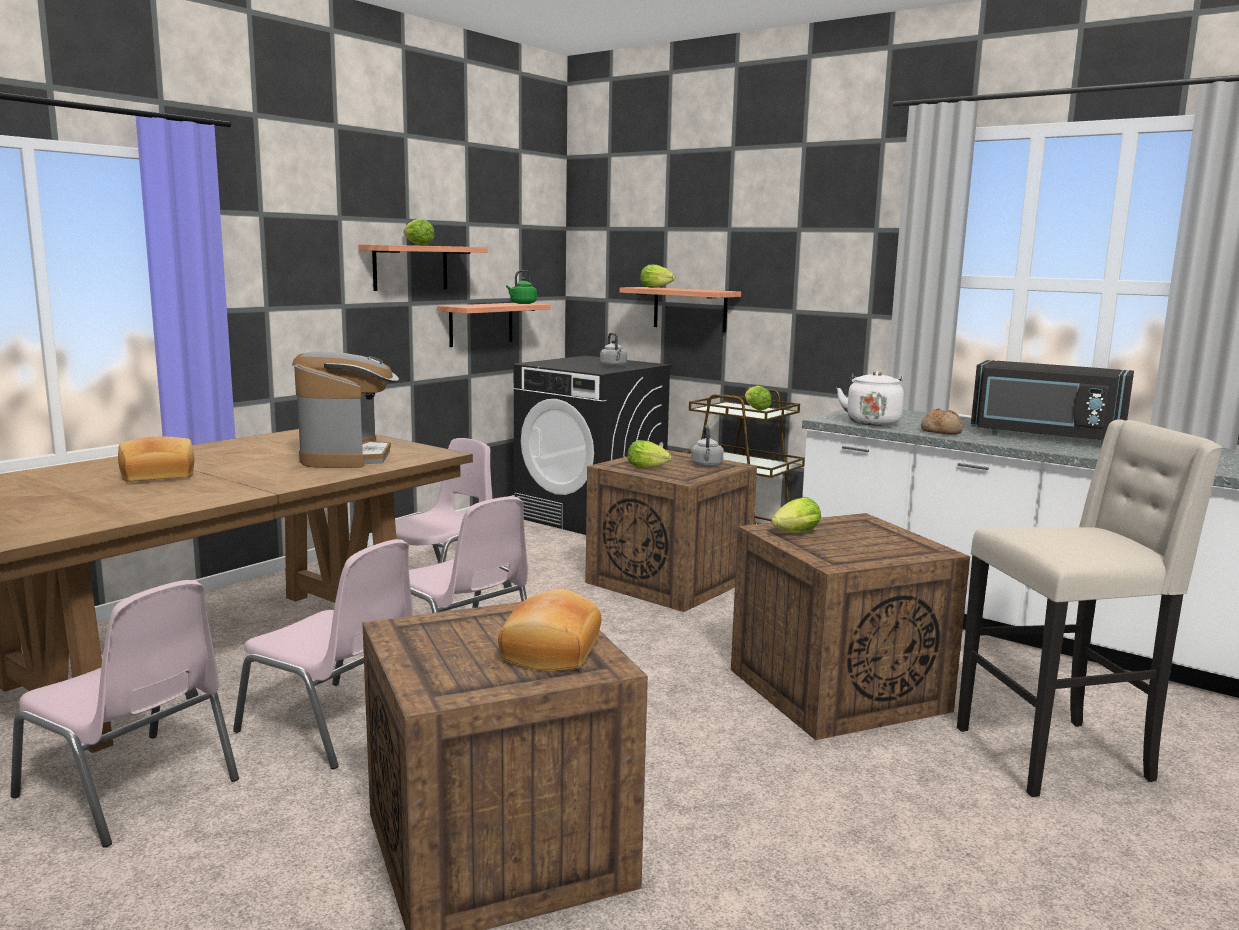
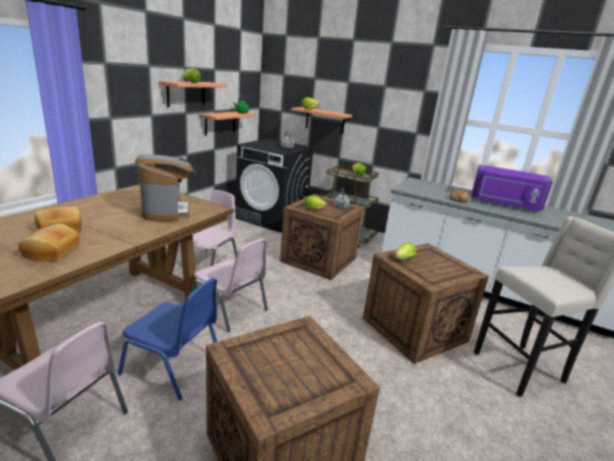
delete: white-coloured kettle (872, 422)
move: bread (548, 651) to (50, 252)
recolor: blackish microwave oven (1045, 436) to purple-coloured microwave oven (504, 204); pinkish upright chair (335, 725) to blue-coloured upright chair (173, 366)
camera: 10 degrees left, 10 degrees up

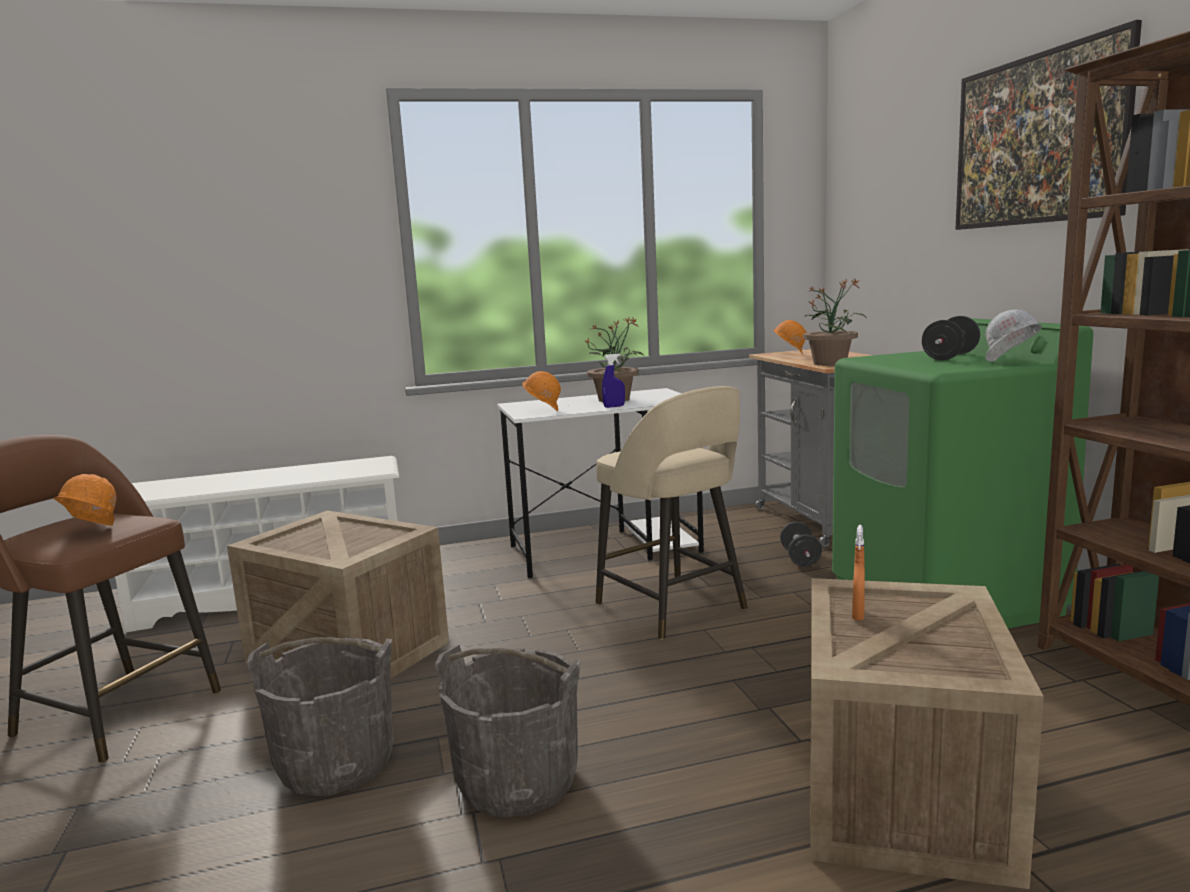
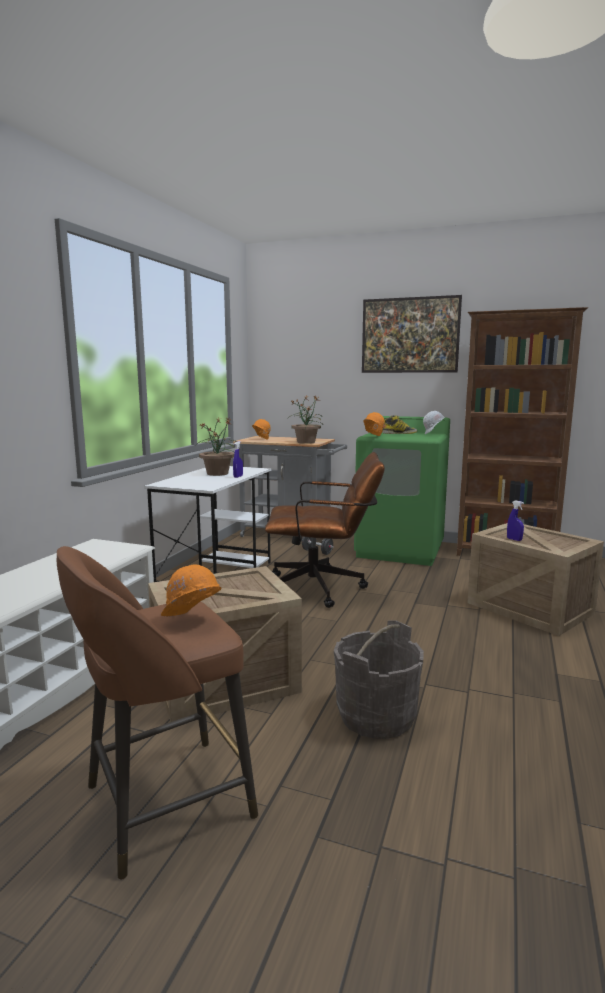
delete: greyish pail (517, 780)
move: orangey hard hat (543, 411) to (372, 436)
replace: blackish free weight (950, 357) to boot (399, 433); beige stool seat (673, 607) to brownish office chair (323, 588)
recolor: orangey spray bottle (858, 615) to blue-coloured spray bottle (514, 539)
camera: 55 degrees left, 0 degrees up

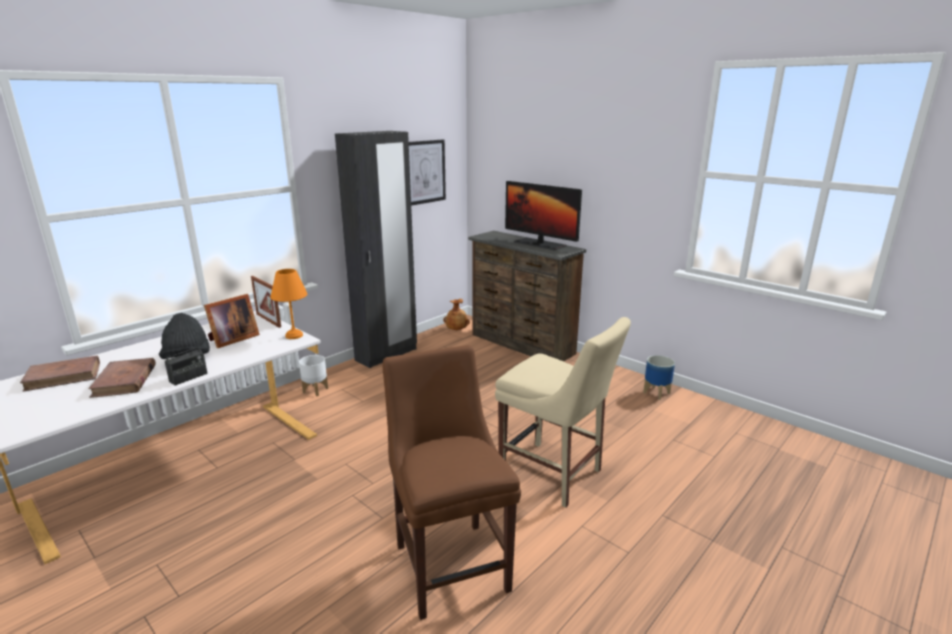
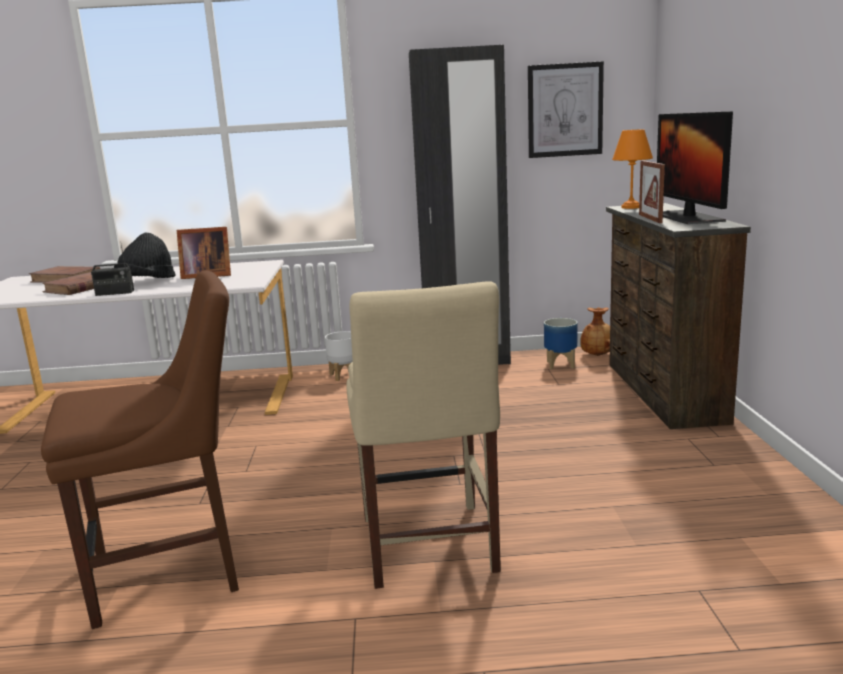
move: orangey table lamp (295, 335) to (632, 207); photo frame (268, 320) to (650, 218); flower pot (656, 393) to (560, 365)
rotate: brownish upright chair (450, 562) = (175, 572) 45 degrees clockwise
camera: 45 degrees right, 5 degrees down

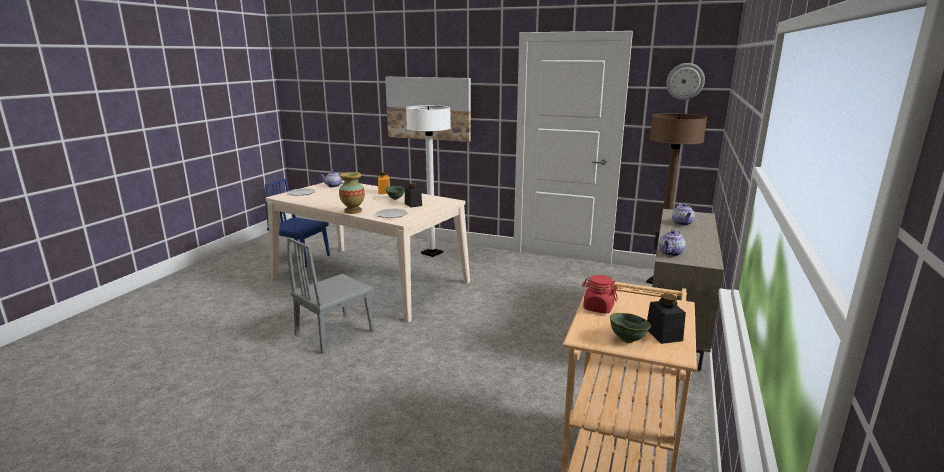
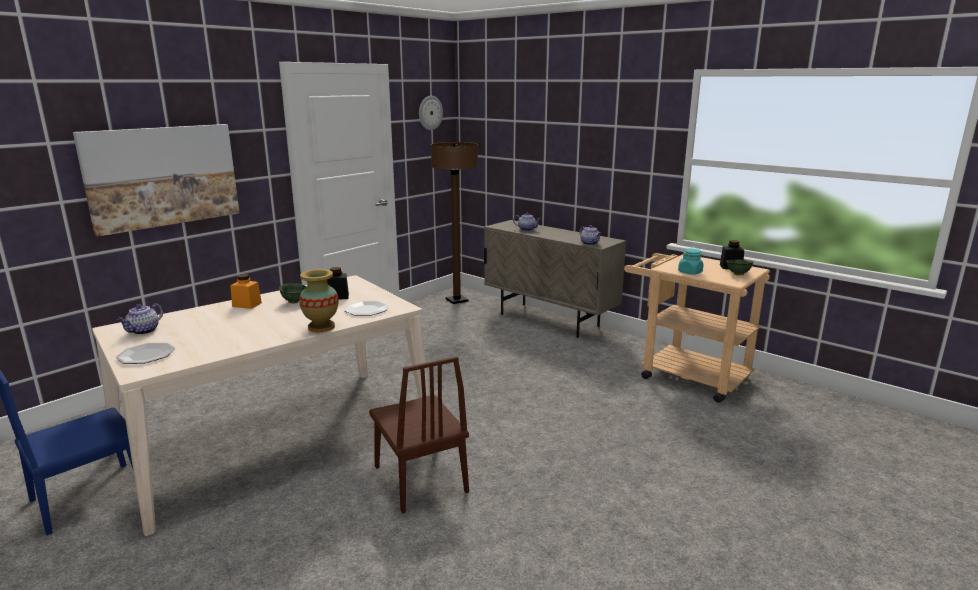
delete: white-coloured standard lamp (432, 253)
recolor: greyish upright chair (335, 333) to brownish upright chair (420, 479); reddish jar (598, 308) to blue-green jar (690, 272)
camera: 70 degrees left, 0 degrees up

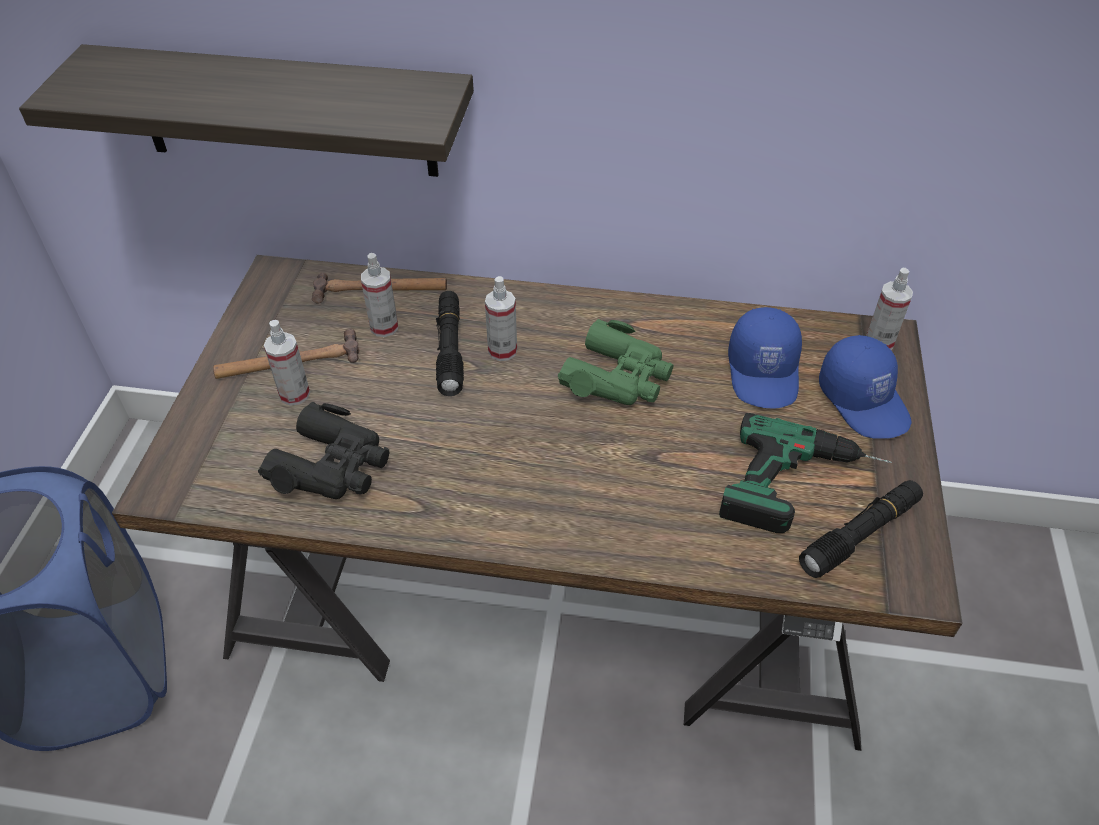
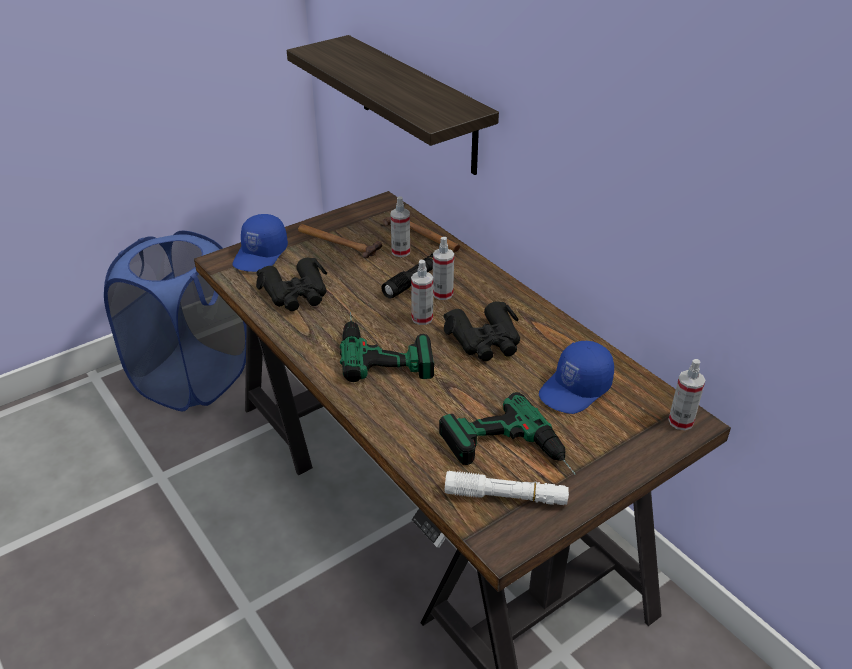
insert: power drill (384, 348)
move: spray bottle (294, 394) to (422, 318); blue-coloured cap (864, 400) to (261, 255)
recolor: greenish binoculars (618, 377) to blackish binoculars (485, 340); blackish torch (860, 535) to white-coloured torch (506, 497)
camera: 45 degrees right, 10 degrees down

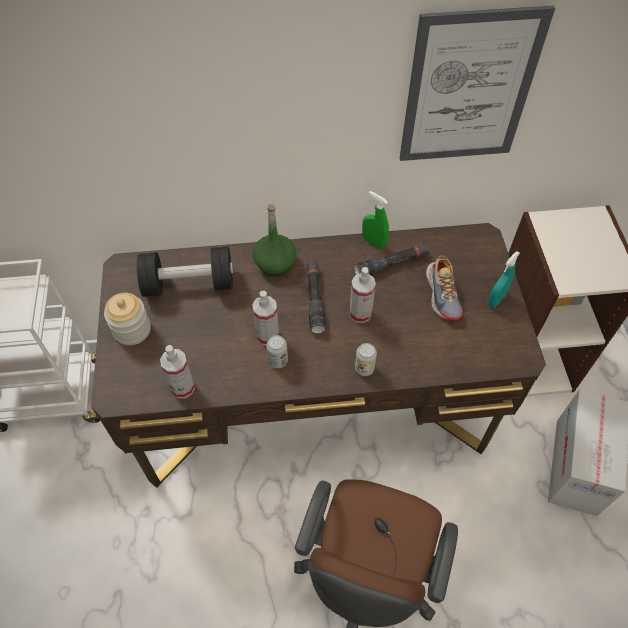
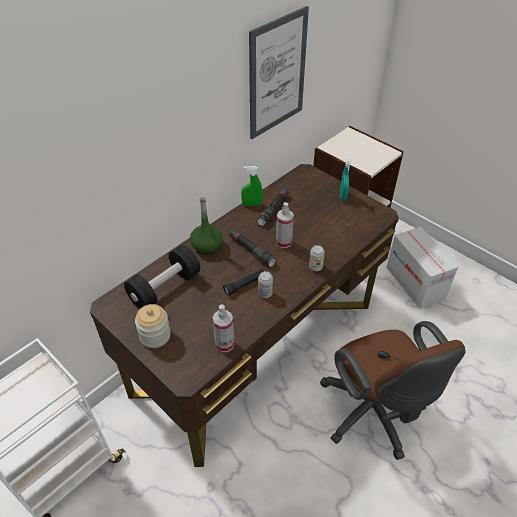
delete: low shoe (443, 294)
replace: spray bottle (267, 336) to blackish torch (245, 285)
camera: 40 degrees left, 10 degrees down

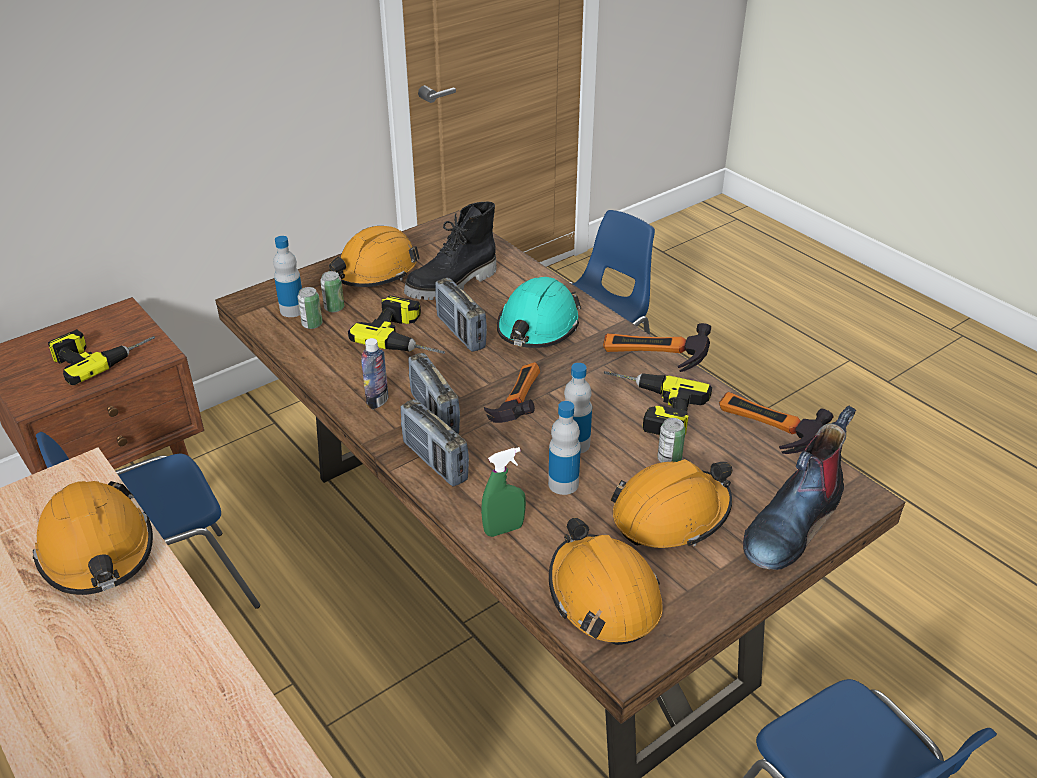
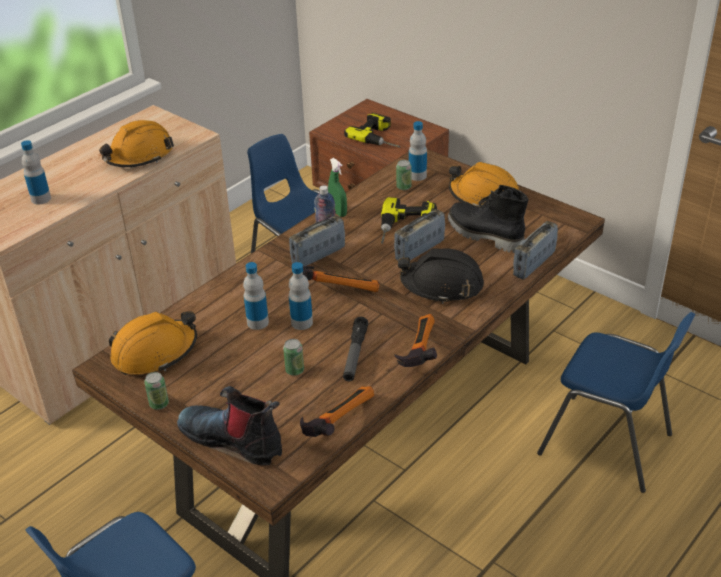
delete: orangey hard hat (671, 515)
insert: drink bottle (41, 199)
move: sealed can (334, 308) to (159, 404); radio set (435, 462) to (534, 264); greenish spray bottle (504, 529) to (338, 212)
replace: power drill (648, 407) to torch (355, 354)
recolor: blue-green hard hat (537, 327) to blackish hard hat (442, 285)
camera: 80 degrees right, 0 degrees up

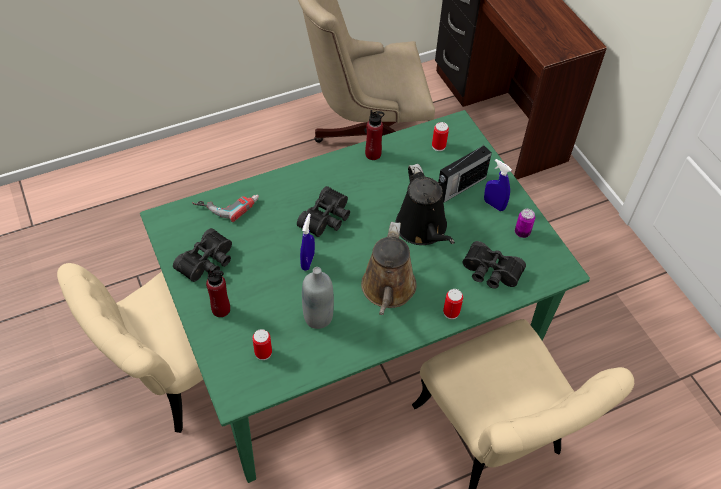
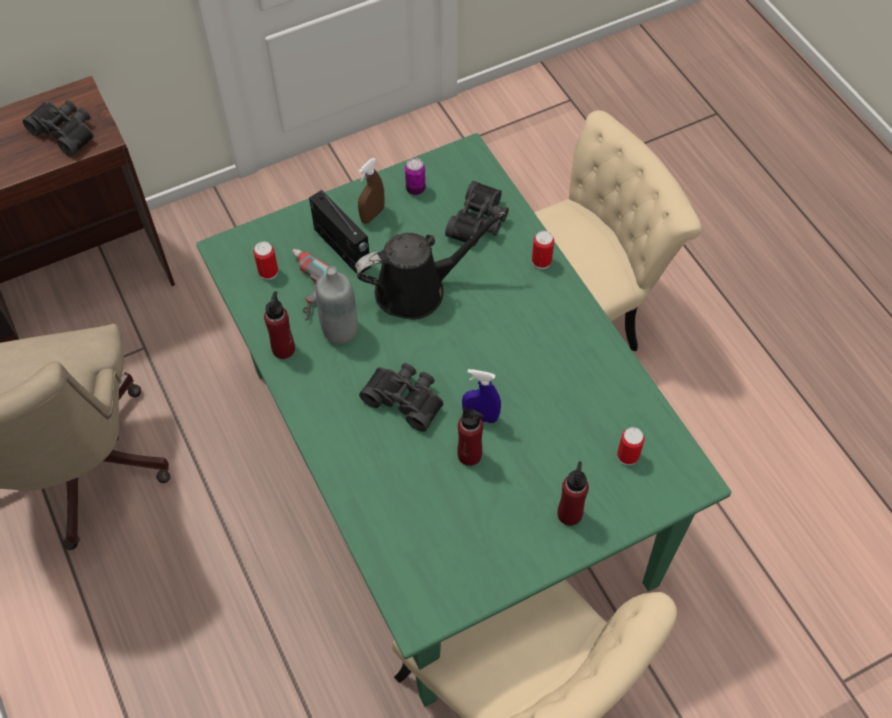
delete: brownish watering can (388, 290)
insert: reddish drink bottle (469, 455)
move: power drill (227, 203) to (301, 286); blackish binoculars (208, 263) to (66, 131); greyish drink bottle (318, 317) to (340, 330)
recolor: blue-coloured spray bottle (494, 205) to brownish spray bottle (372, 215)
camera: 90 degrees left, 5 degrees up

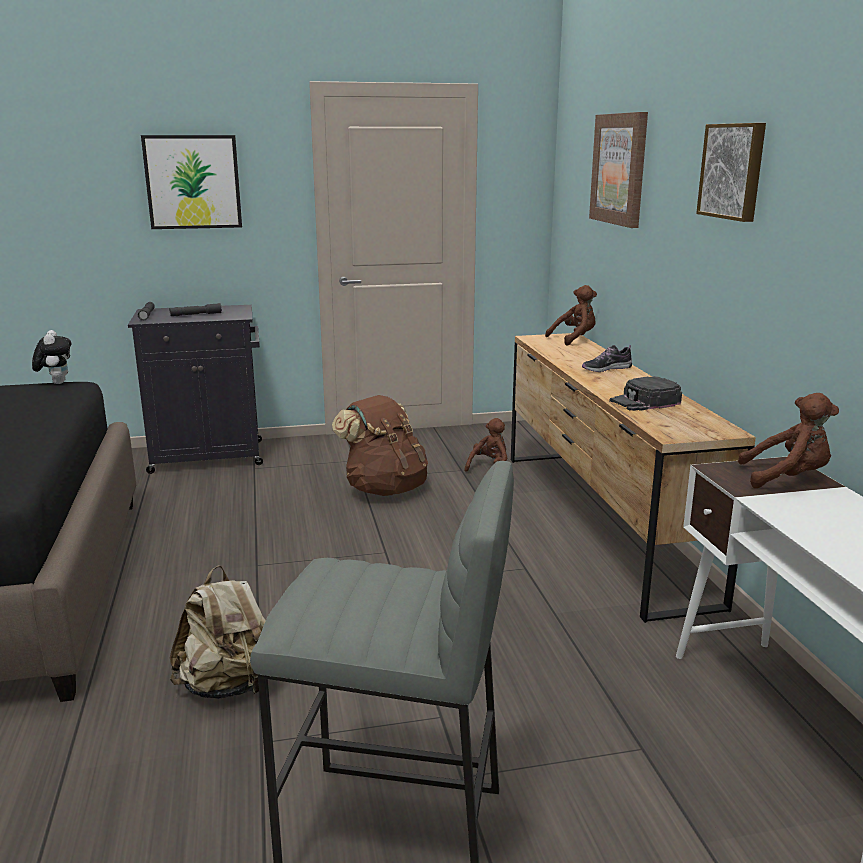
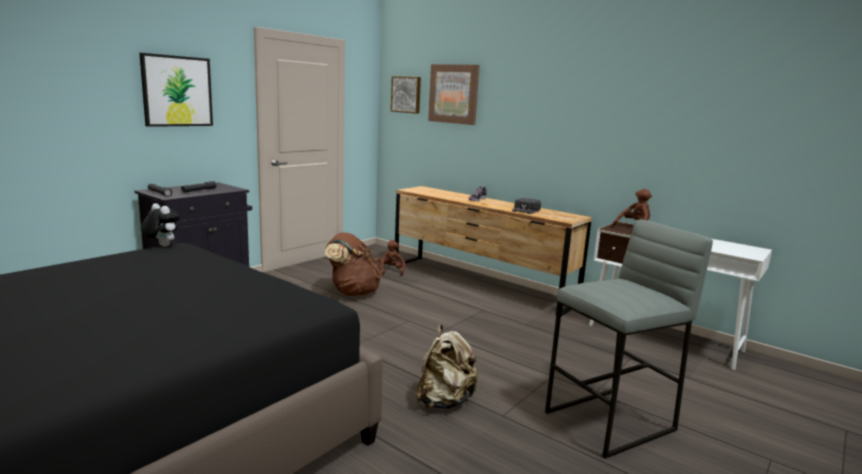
delete: brownish plush toy (574, 339)
move: picture (733, 171) to (406, 94)
camera: 40 degrees left, 5 degrees down

